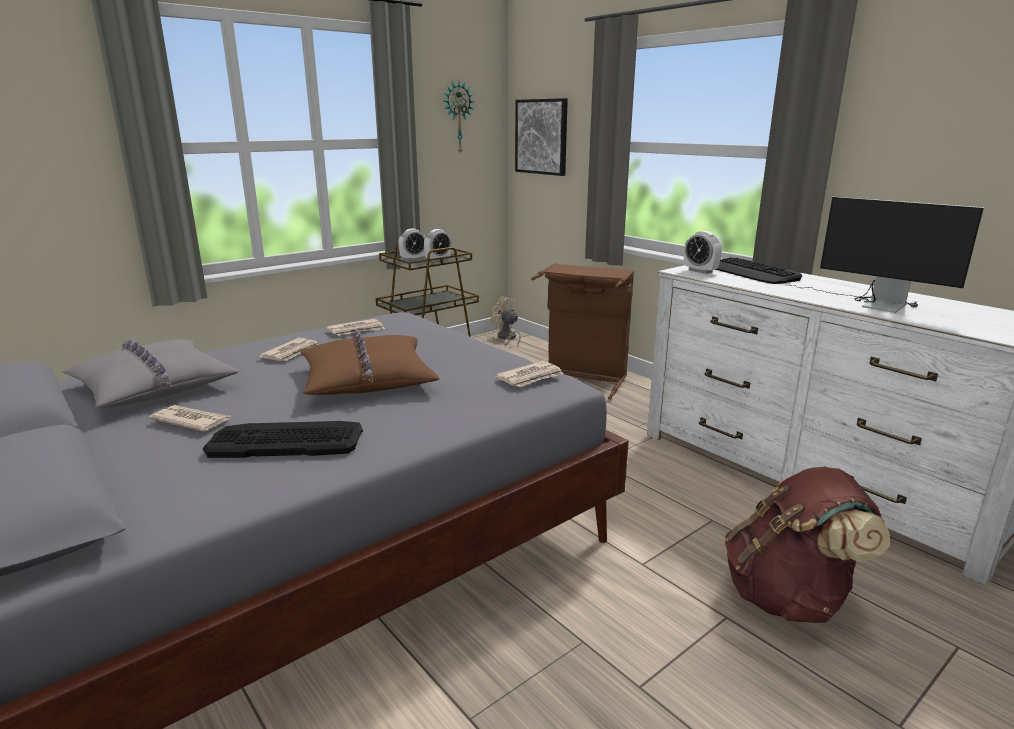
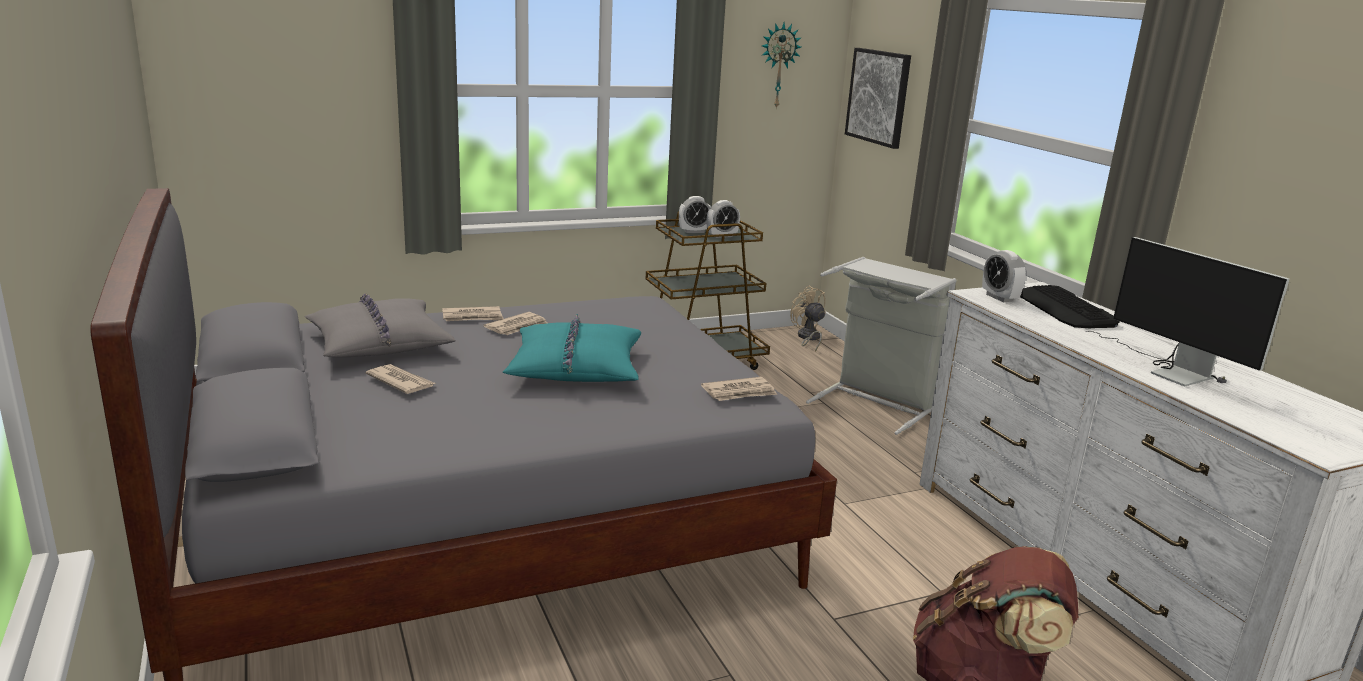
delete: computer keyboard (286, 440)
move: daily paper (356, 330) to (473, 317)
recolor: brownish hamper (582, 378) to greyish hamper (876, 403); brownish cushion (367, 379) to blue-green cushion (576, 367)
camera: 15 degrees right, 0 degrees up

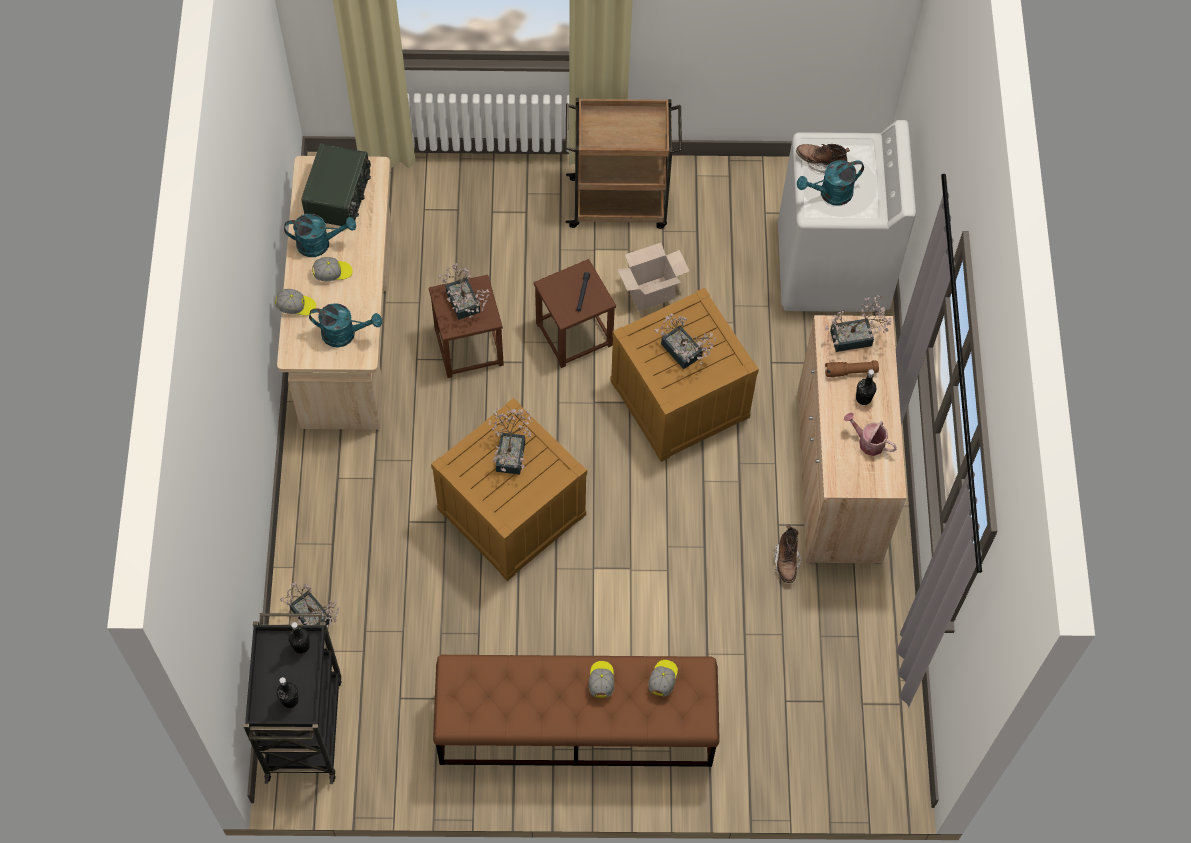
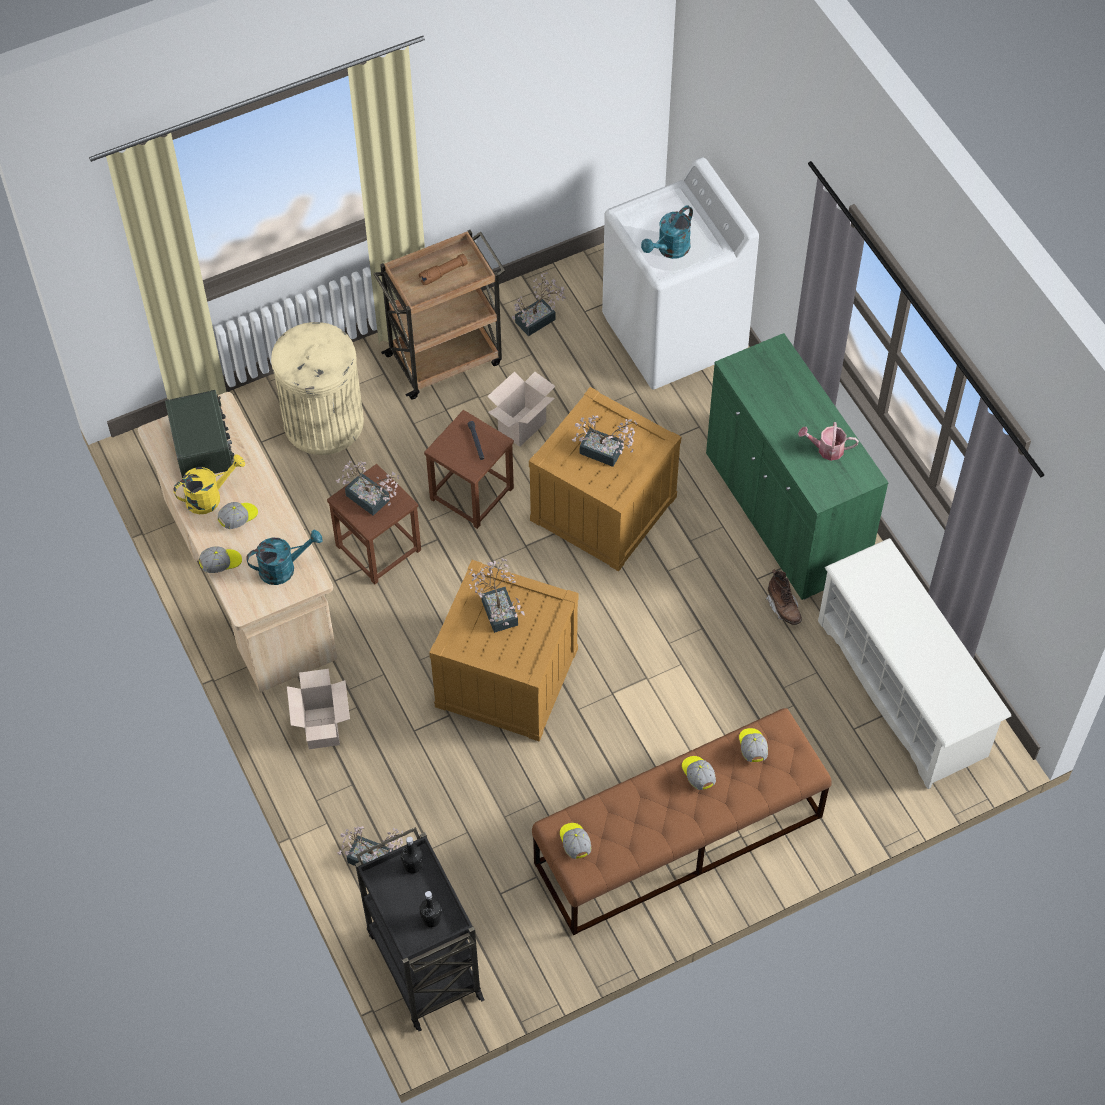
delete: brownish boot (820, 162); blackish drink bottle (863, 398)
insert: beige rubbish bin (323, 422); white-coloured shoe shelf (903, 689); cardboard box (323, 729); cap (575, 843)
move: houseplant (856, 338) to (539, 319); brownish torch (851, 371) to (443, 273)
recolor: blue-green watering can (320, 243) to yellow-coloured watering can (209, 497); beige cupboard (838, 476) to greenish cupboard (785, 513)
camera: 25 degrees left, 5 degrees down

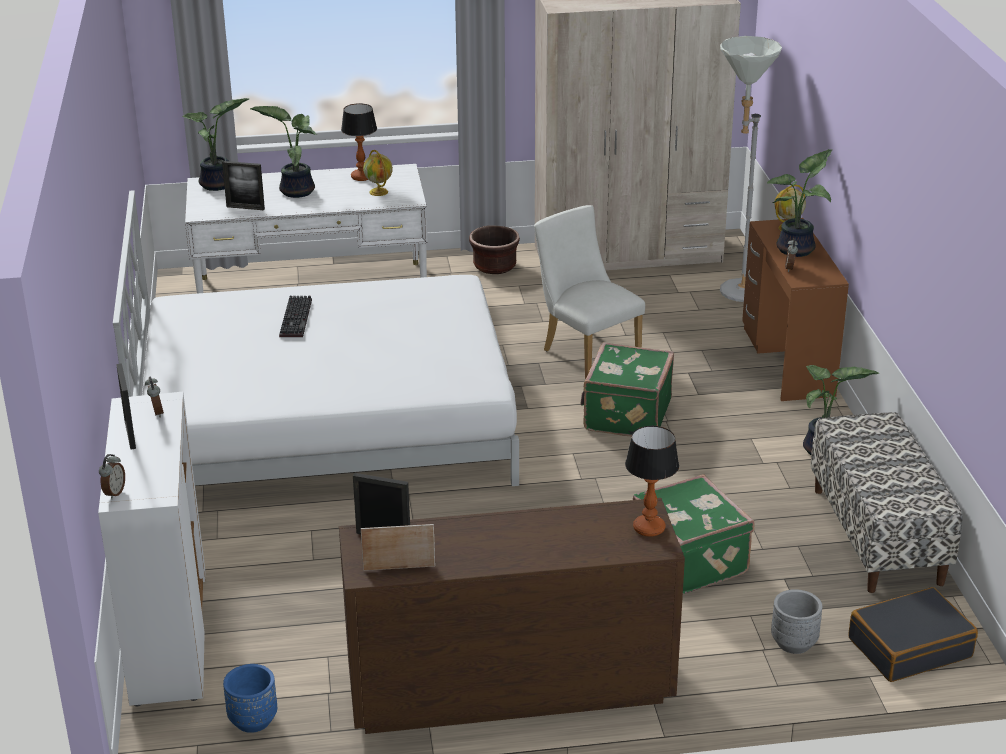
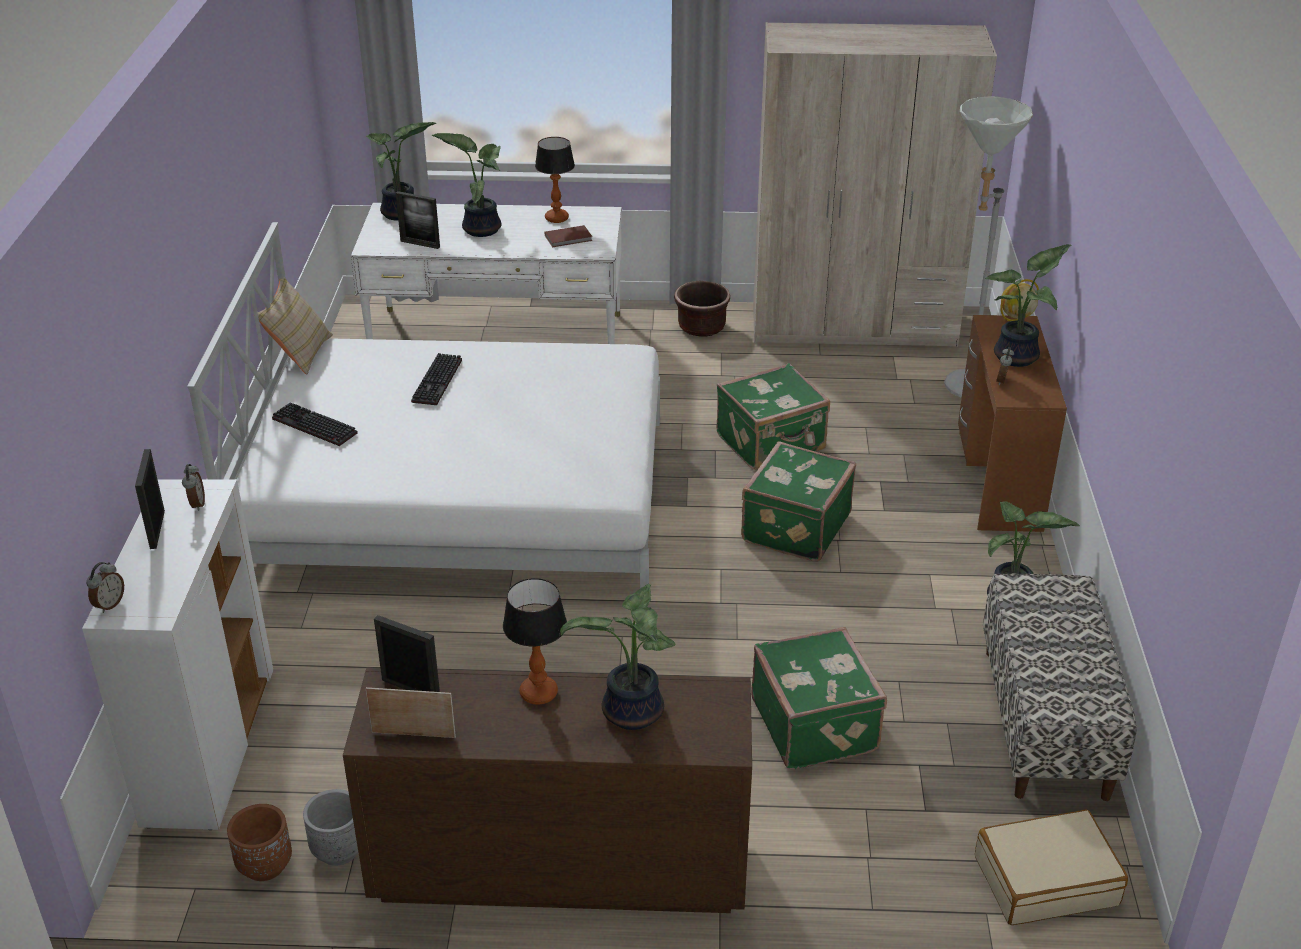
insert: beige cushion (299, 353); computer keyboard (312, 426); houseplant (630, 714)
move: table lamp (649, 528) to (539, 692); greyish flower pot (793, 643) to (338, 850)
replace: world globe (379, 192) to brownish bound book (569, 238); white-coloured upright chair (586, 352) to greenish travel case (772, 443)
recolor: blackish travel case (909, 647) to beige travel case (1045, 880); blue-coloured flower pot (253, 720) to brownish flower pot (265, 865)
camera: 10 degrees right, 5 degrees up

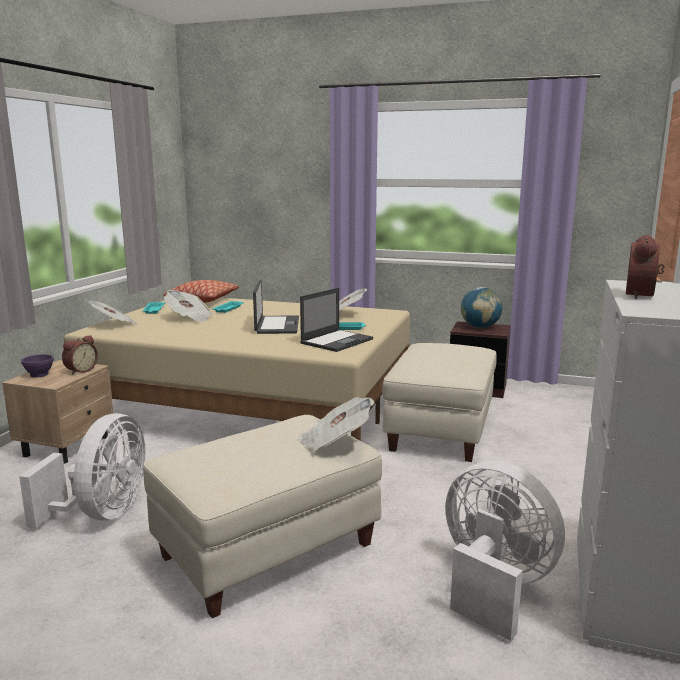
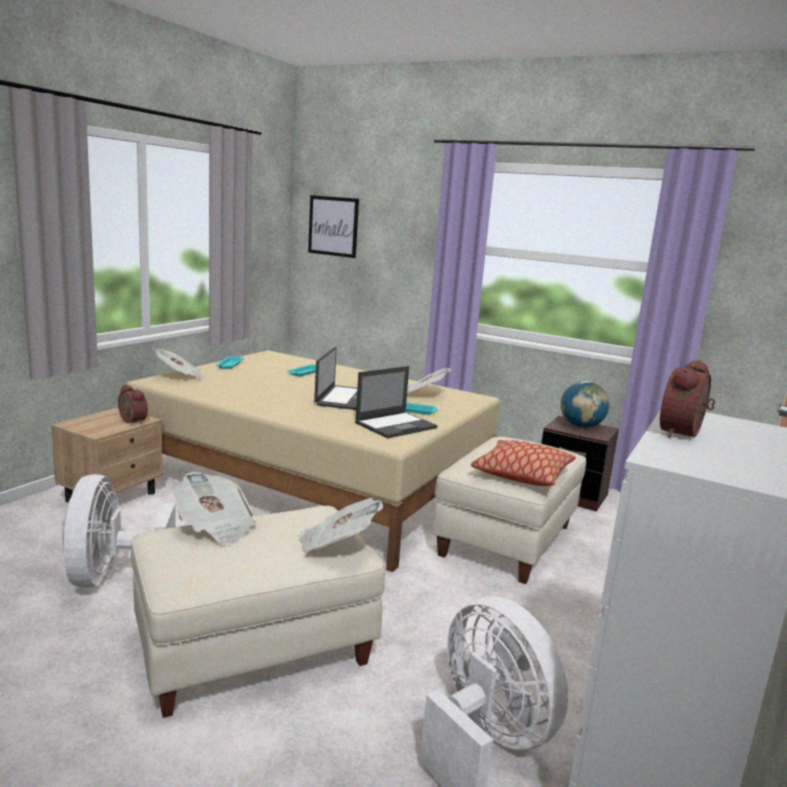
delete: purple-coloured bowl (39, 374)
insert: picture (333, 226)
move: cushion (202, 300) to (522, 474); daily paper (189, 318) to (215, 528)
rotate: alarm clock (80, 370) = (131, 421) 90 degrees counterclockwise; white-coloured electric fan (102, 513) = (110, 577) 150 degrees clockwise
camera: 10 degrees right, 0 degrees up

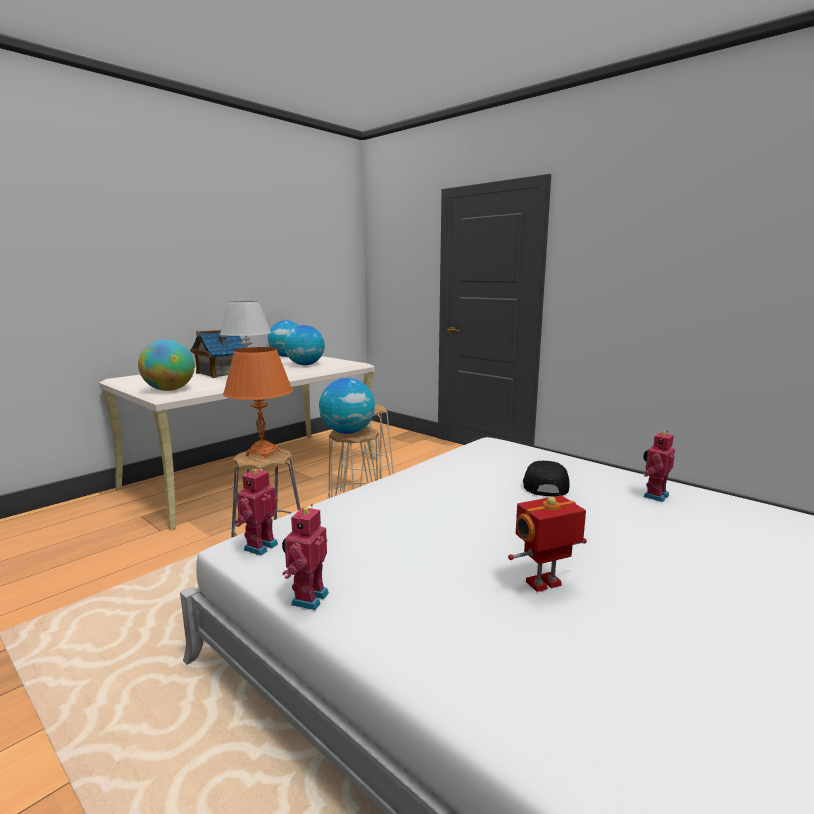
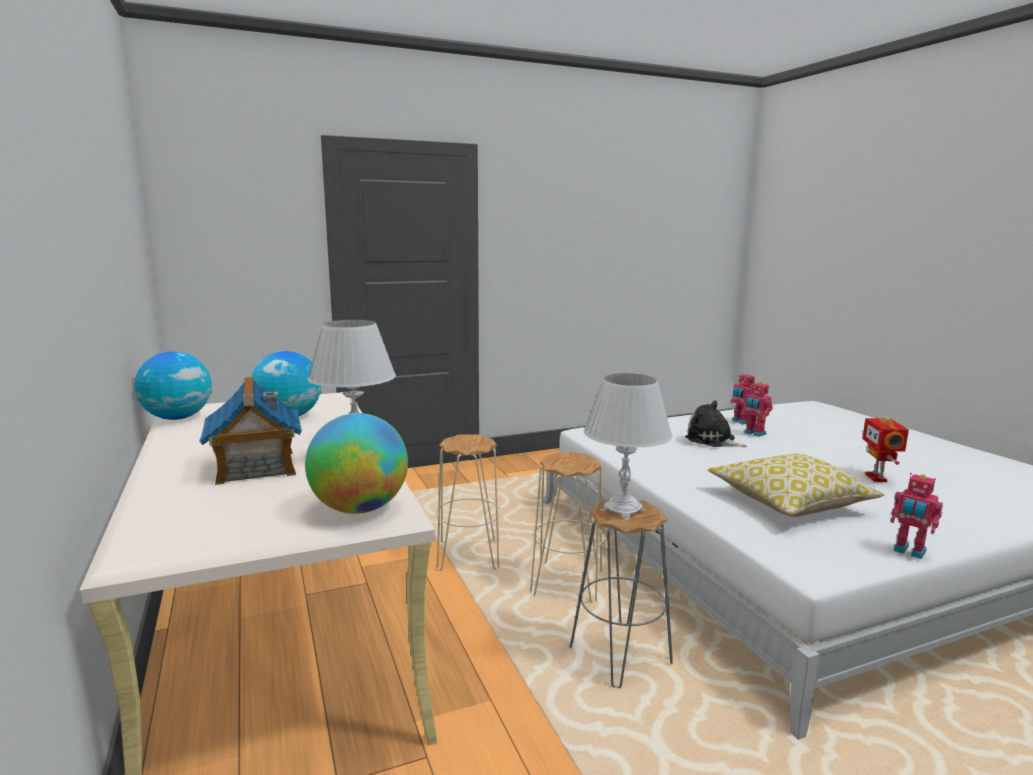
delete: world globe (347, 432)
insert: cushion (789, 502)
move: robot figure (259, 546) to (754, 433)
replace: blackish cap (544, 485) to plush toy (712, 440)
recolor: orangey table lamp (263, 453) to white-coloured table lamp (623, 510)
camera: 65 degrees left, 0 degrees up

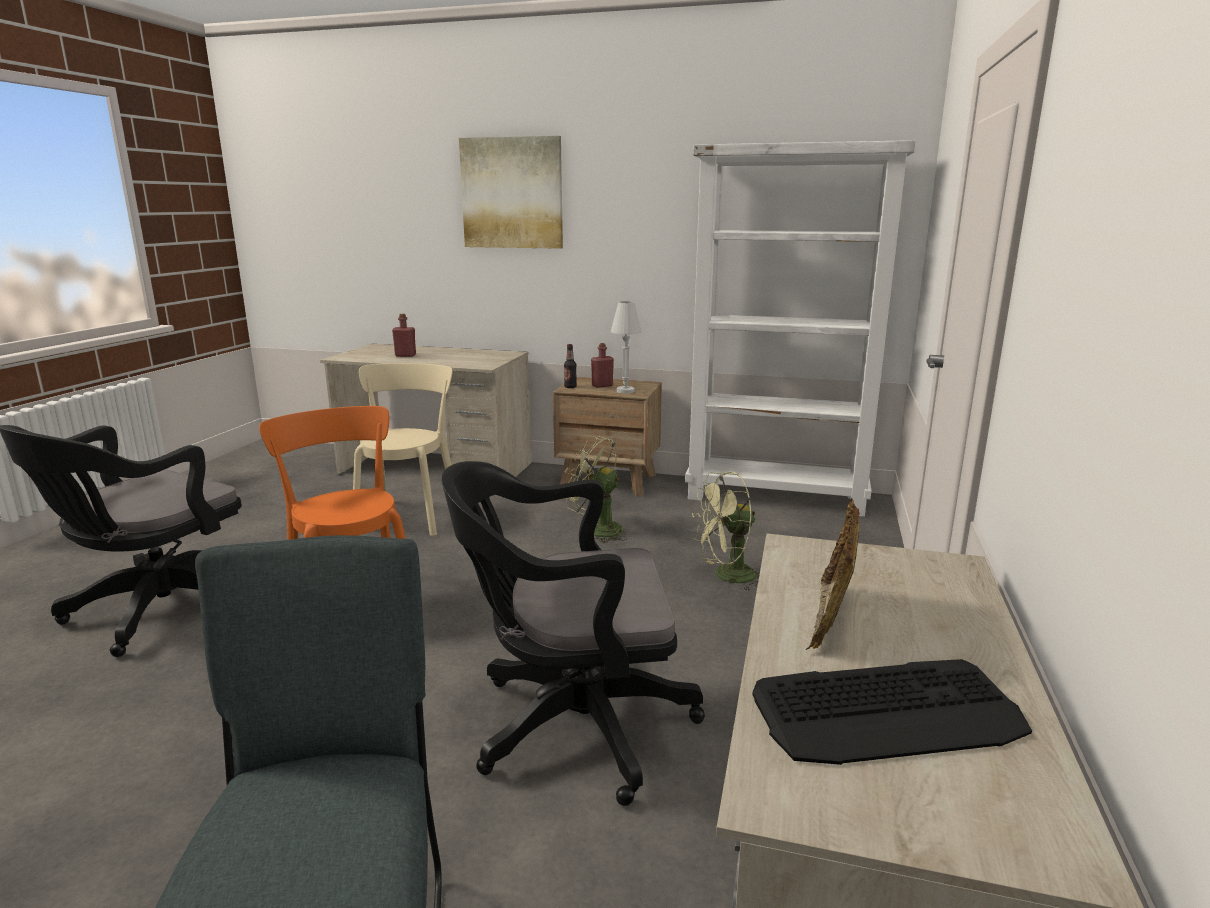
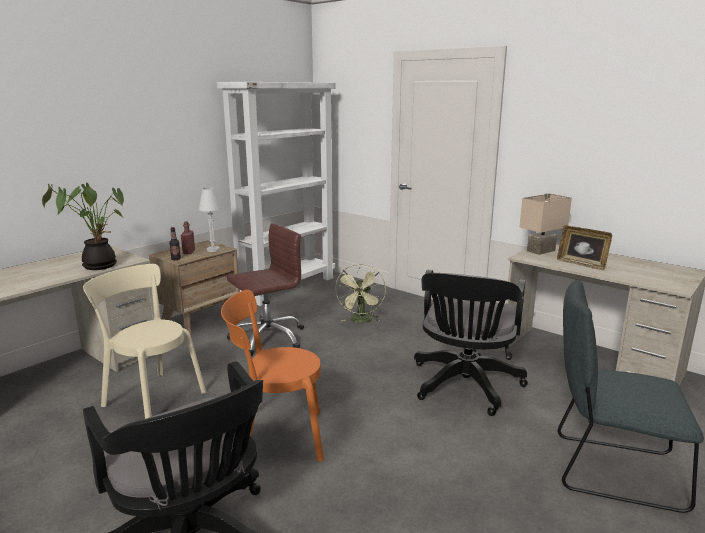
delete: picture (512, 193); reddish drink bottle (405, 355); computer keyboard (888, 713)
insert: houseplant (99, 265); beige table lamp (541, 251)
replace: greenish electric fan (596, 529) to brownish office chair (268, 338)
camera: 65 degrees left, 0 degrees up

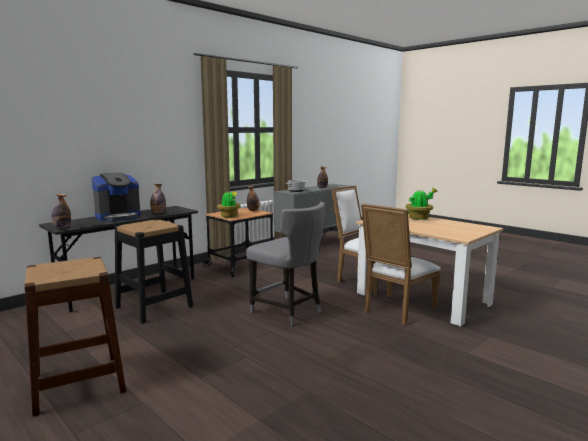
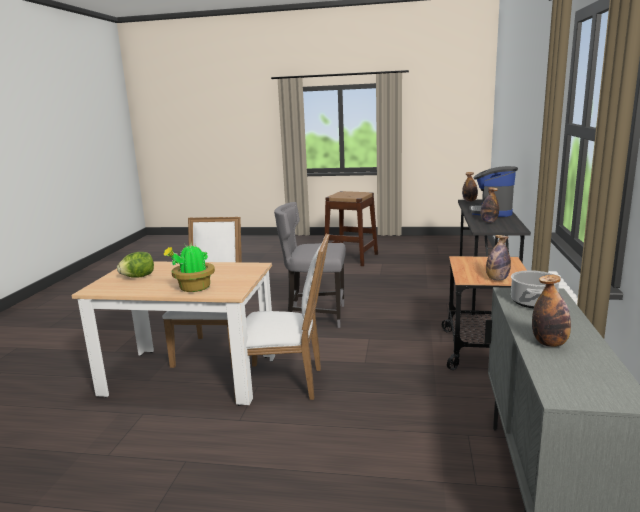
delete: houseplant (229, 216); blackish stool seat (154, 307)
insert: head of lettuce (138, 277)
camera: 145 degrees right, 5 degrees up

